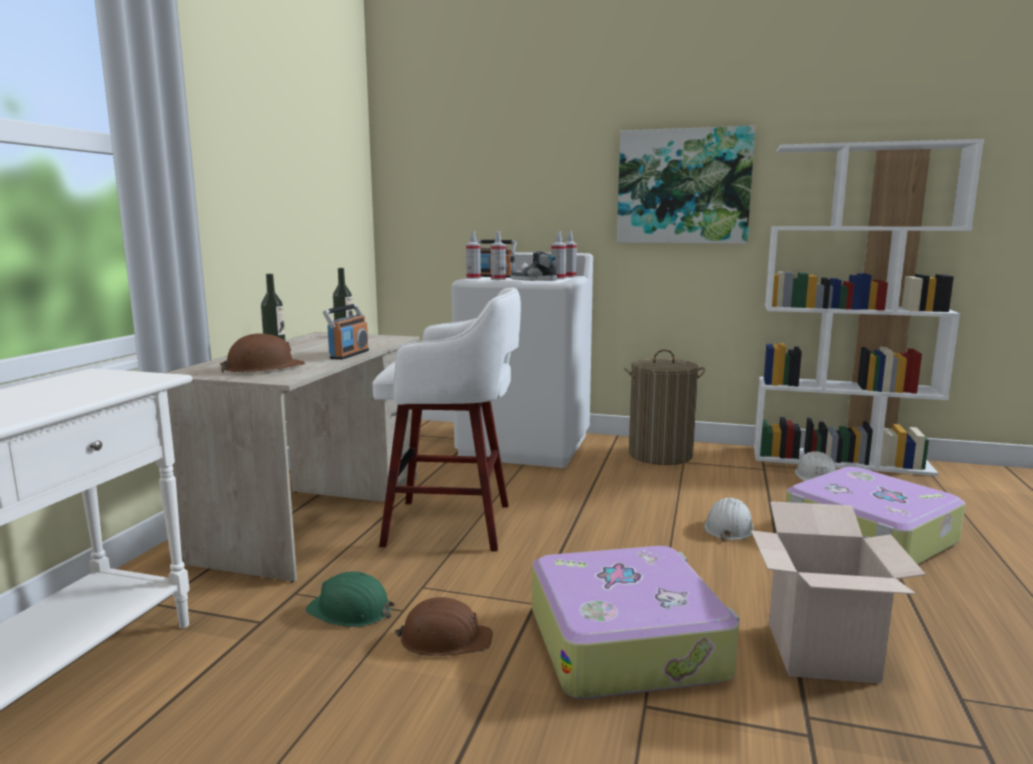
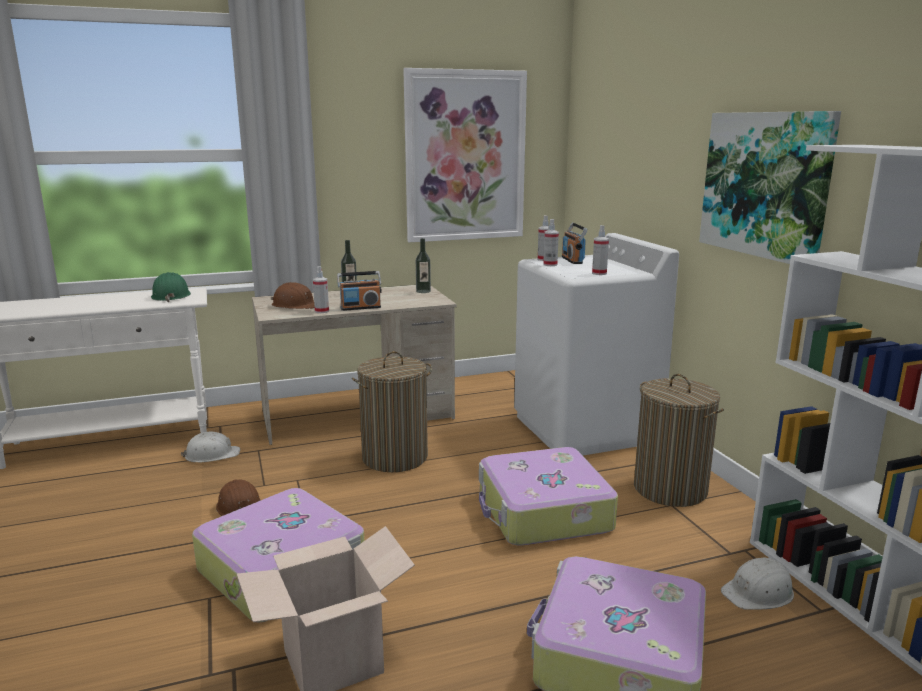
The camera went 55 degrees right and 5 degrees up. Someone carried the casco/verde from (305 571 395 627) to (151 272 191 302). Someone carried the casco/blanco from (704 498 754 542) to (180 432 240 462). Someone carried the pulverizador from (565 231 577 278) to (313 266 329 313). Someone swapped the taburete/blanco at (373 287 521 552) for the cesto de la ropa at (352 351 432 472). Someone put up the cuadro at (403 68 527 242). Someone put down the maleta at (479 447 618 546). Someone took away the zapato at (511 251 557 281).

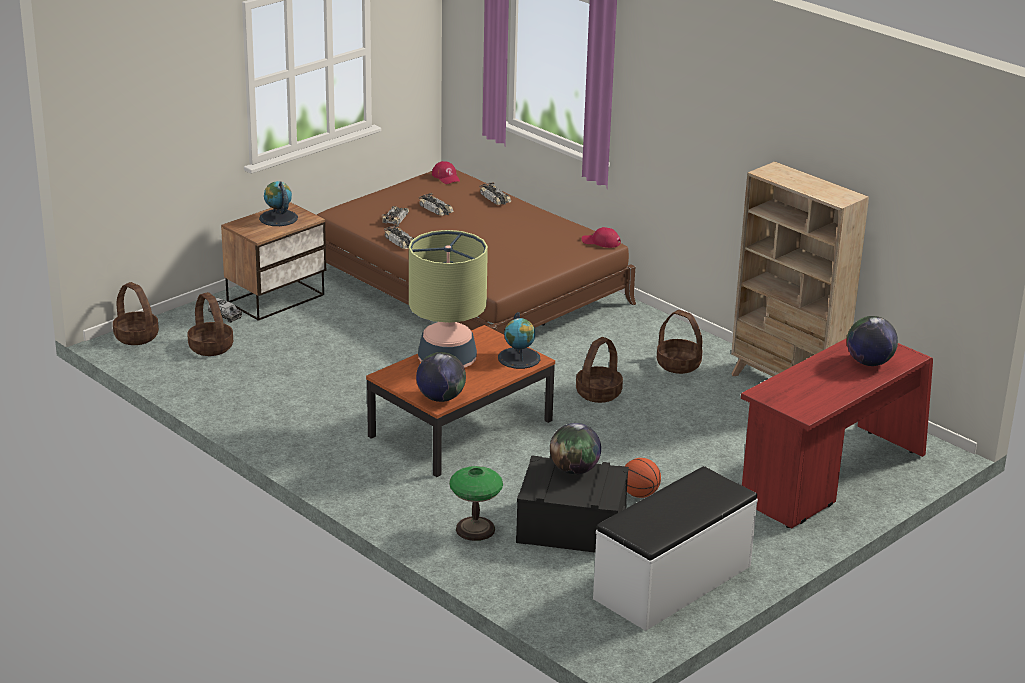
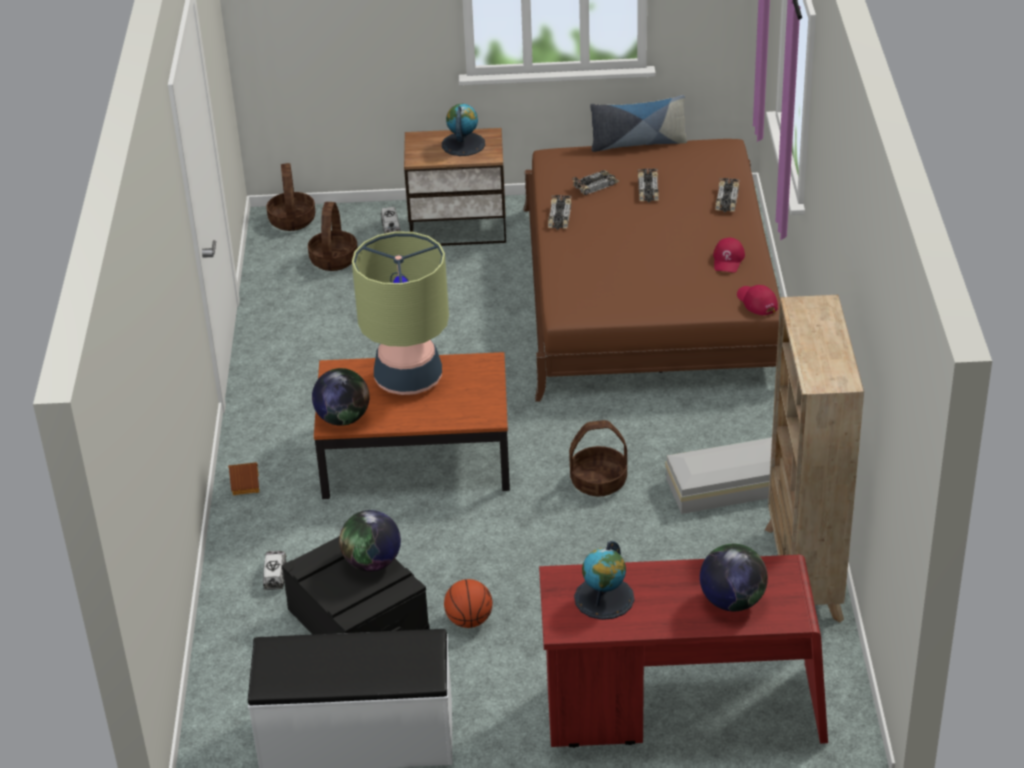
The camera went 45 degrees right and 10 degrees up. Someone put down the casita at (228 462 259 495). Someone swapped the lámpara de mesa at (449 466 503 541) for the camión de juguete at (263 551 286 590). Someone carried the globo terráqueo from (498 312 540 369) to (574 541 634 620). Someone put down the cojín at (590 95 687 152). Someone swapped the cesta at (657 310 703 374) for the caja de almacenaje/blanco at (665 437 772 514). Someone carried the gorra/rojo from (432 161 460 184) to (713 238 745 273).

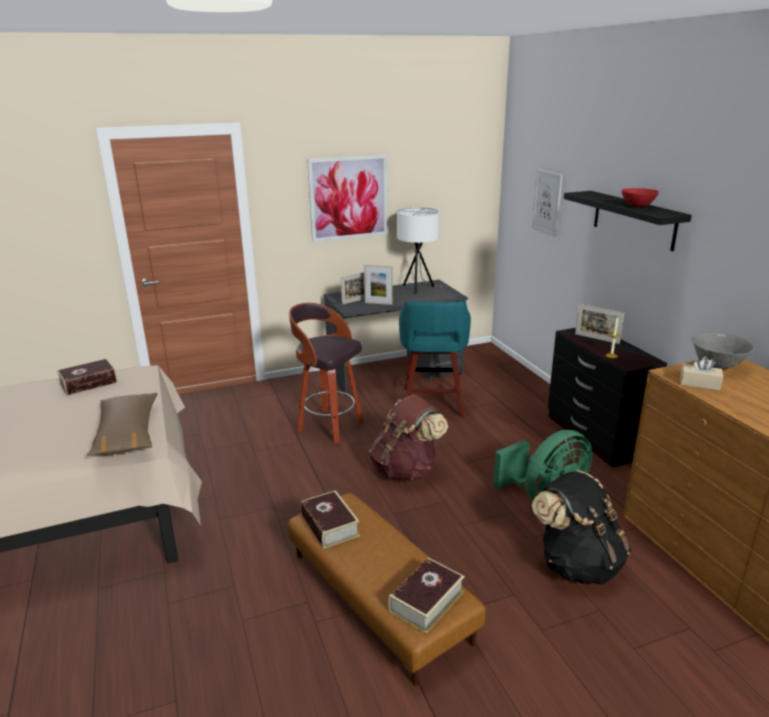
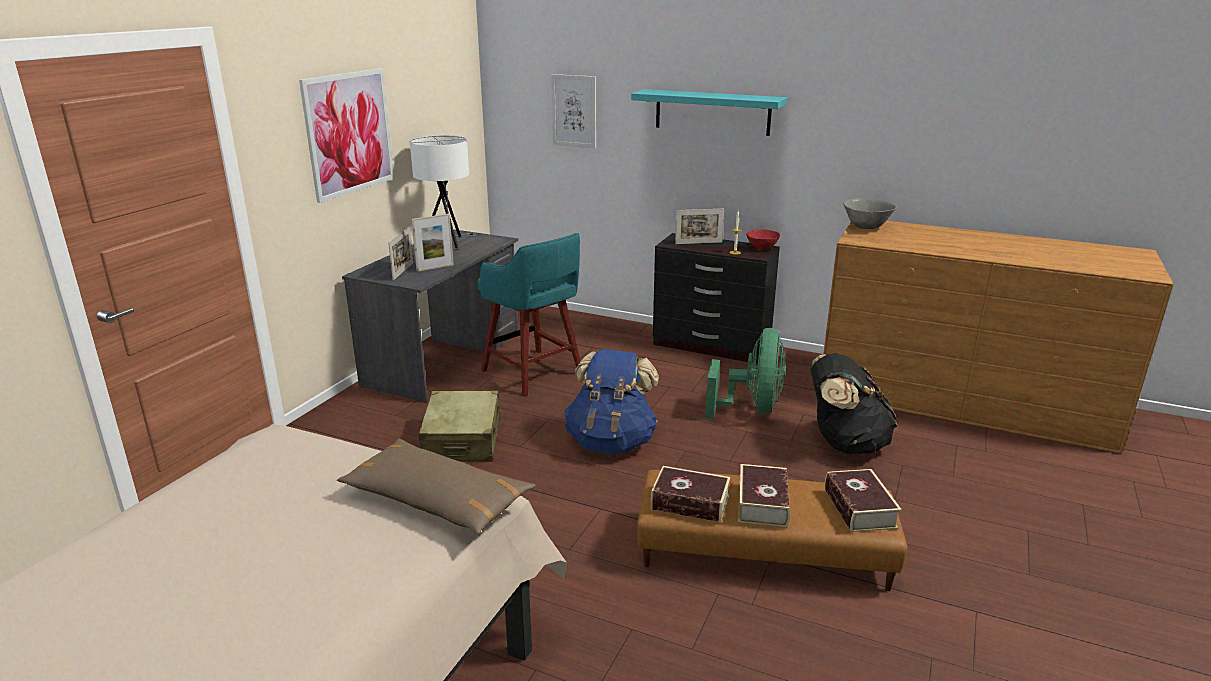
The camera went 45 degrees left and 0 degrees up. Someone swapped the taburete at (289 303 364 444) for the maleta/beis at (419 390 500 462). Someone repainted the mochila/marrón at (369 395 448 481), which became the mochila/azul at (564 349 659 454). Someone repainted the estante/negro at (564 191 692 251), which became the estante/turquesa at (631 89 787 136). Someone carried the libro from (57 358 118 395) to (738 464 790 527). Someone carried the cuenco/rojo from (622 188 659 207) to (746 230 780 250). Someone took away the caja de pañuelos/beis at (680 356 723 391).

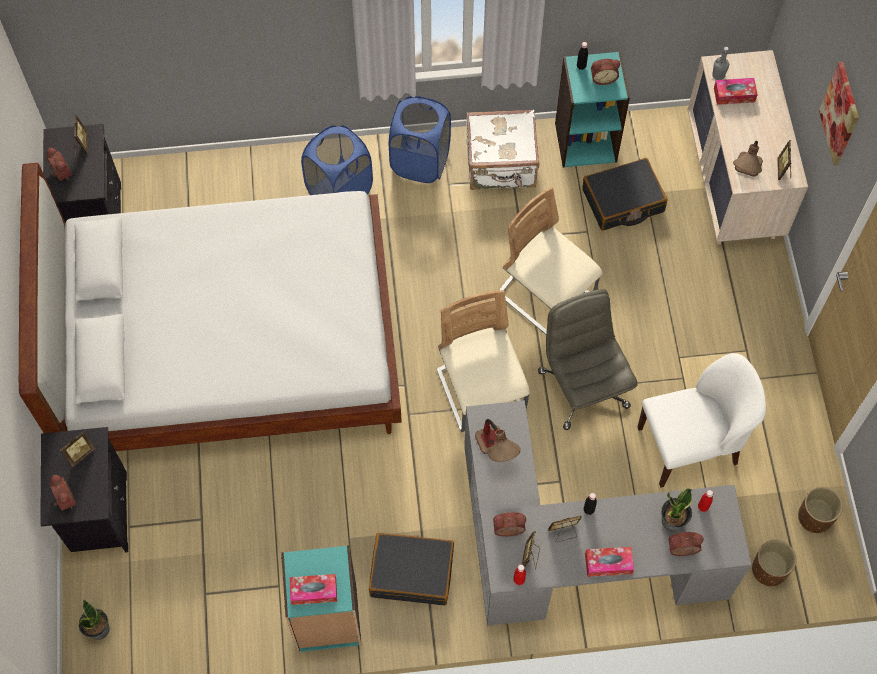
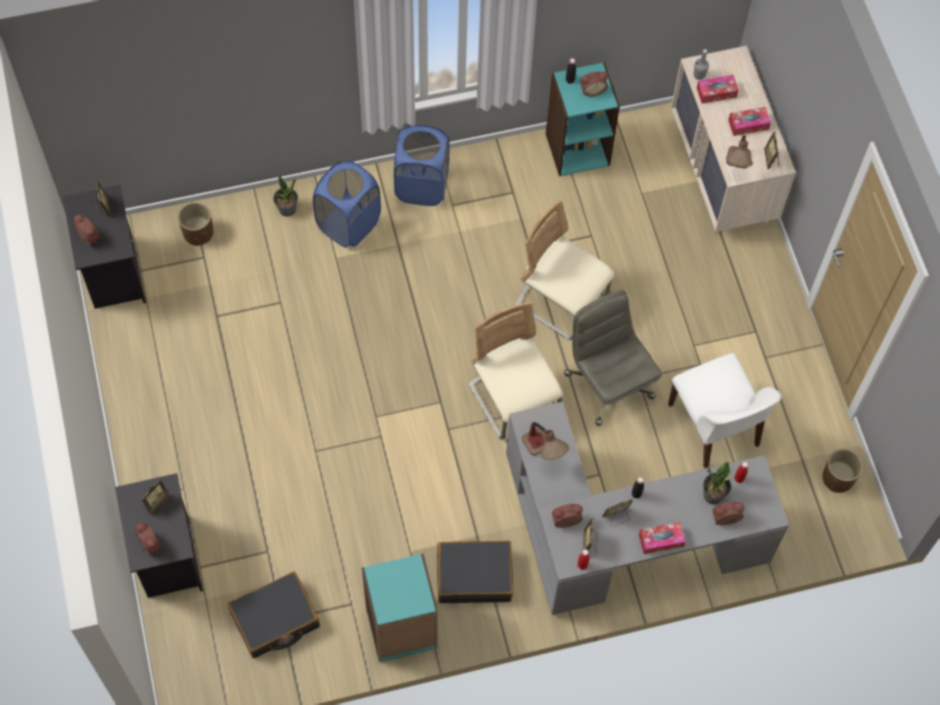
The camera went 10 degrees left and 0 degrees up. Someone carried the maceta/marrón from (752 540 797 587) to (178 202 213 246). Someone carried the maleta/negro from (582 158 668 231) to (228 572 320 658). Someone carried the planta en maceta from (78 600 110 640) to (273 173 298 216). Someone rotated the silla/blanco at (638 353 766 488) by 90 degrees clockwise. Someone carried the caja de pañuelos from (290 574 337 605) to (728 107 771 136). Someone took away the cama/blanco at (19 163 402 451). Someone took away the maleta/blanco at (466 110 539 190). Someone took away the cuadro at (819 61 859 165).

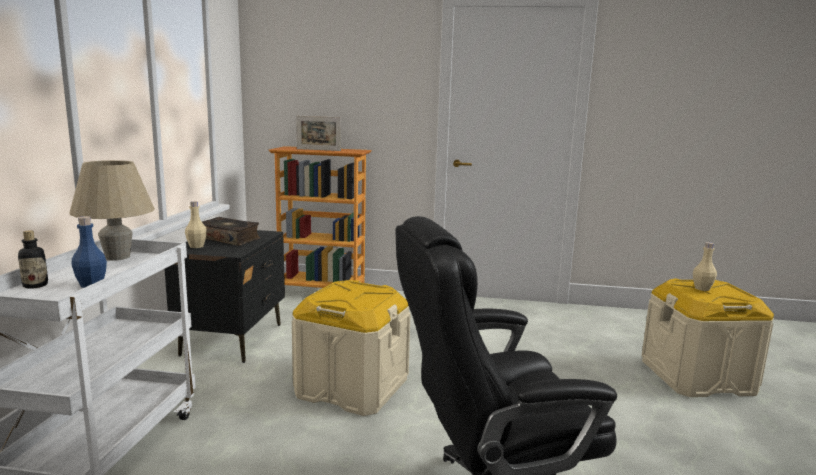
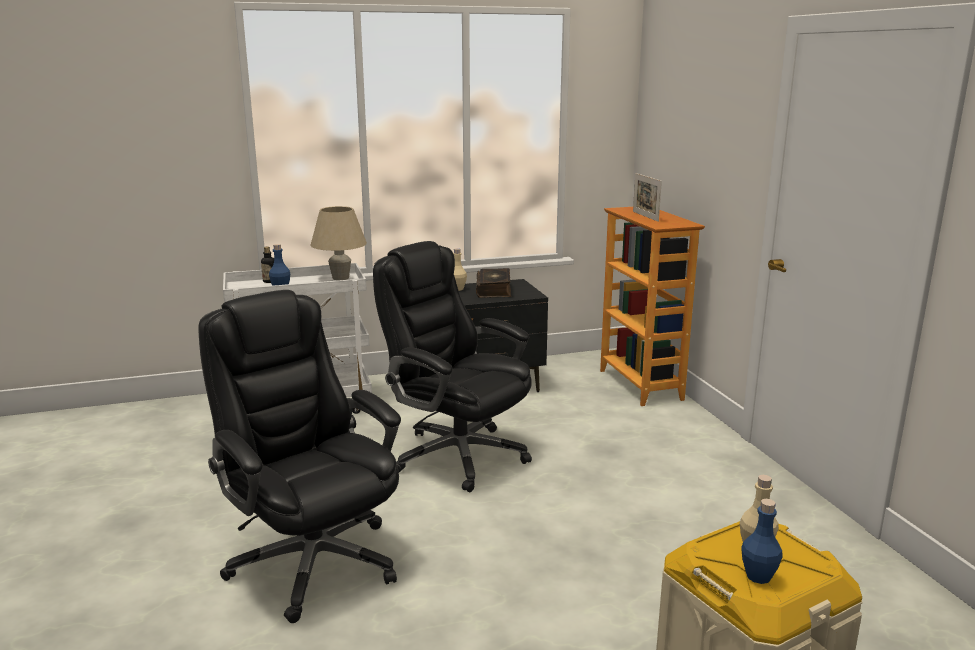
The camera went 65 degrees right and 5 degrees up. Someone swapped the caja de almacenaje/beis at (292 280 411 416) for the silla de oficina/negro at (373 241 532 492). Someone put down the botella/azul at (741 499 783 584).

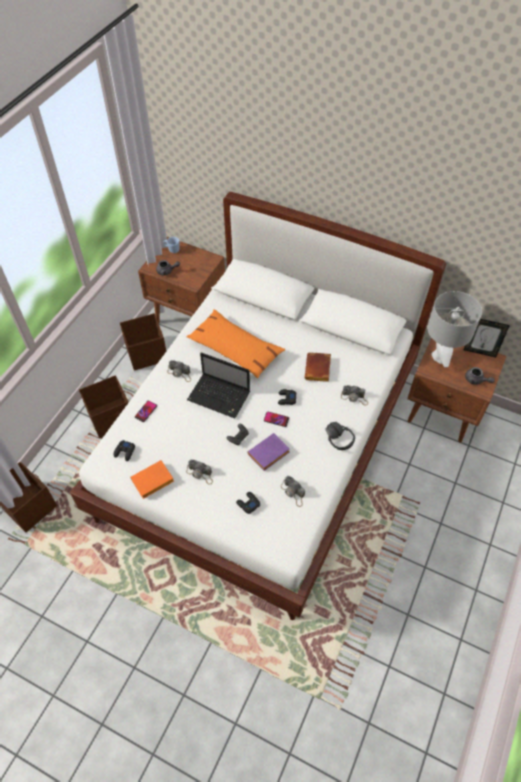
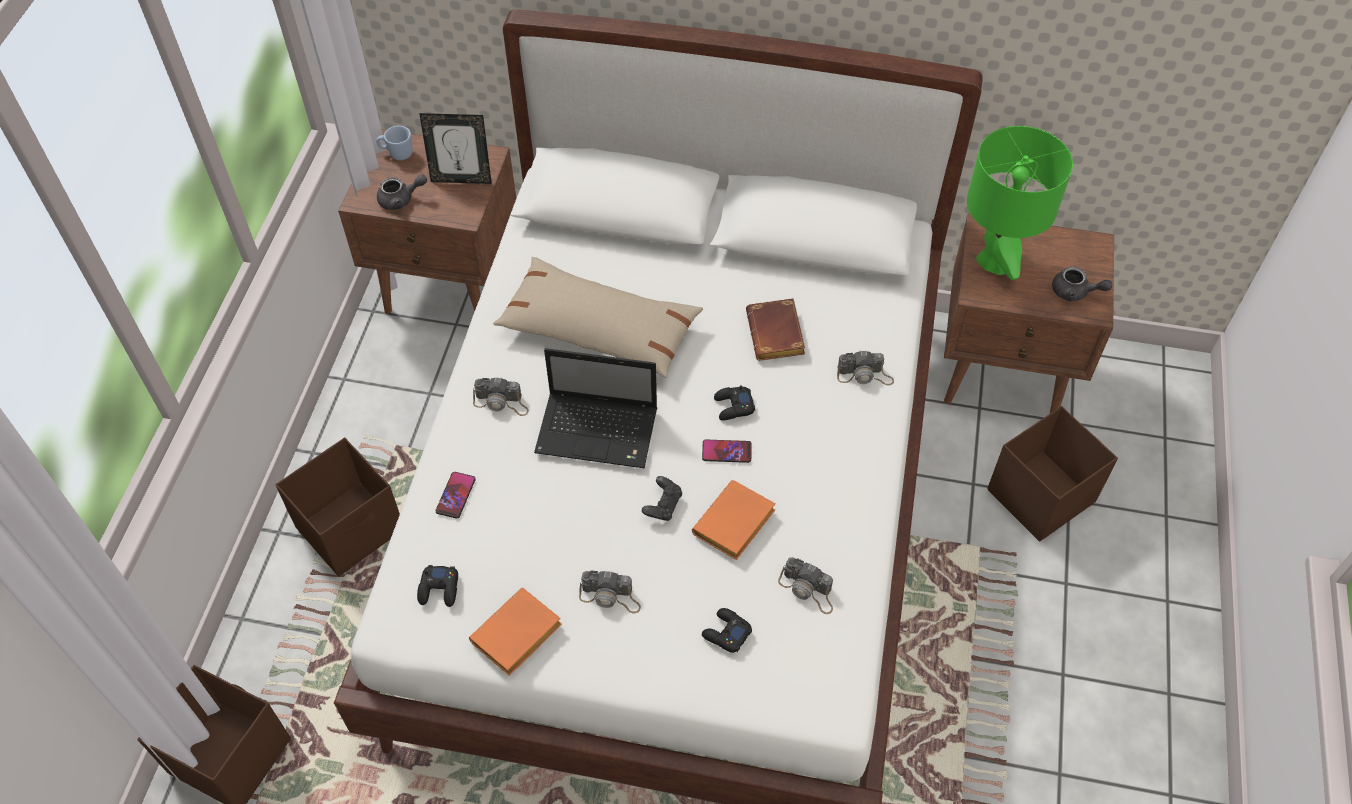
The camera went 15 degrees left and 0 degrees up. Someone carried the portarretratos from (464 319 510 358) to (419 113 492 184). Someone repainted the cojín/naranja at (186 309 285 378), which became the cojín/beis at (493 257 703 377). Someone repainted the libro/morado at (247 433 290 471), which became the libro/naranja at (692 480 776 560). Someone repainted the lámpara de mesa/gris at (427 291 482 368), which became the lámpara de mesa/verde at (967 126 1073 280). Someone carried the caja de almacenaje/marrón from (120 313 166 371) to (987 406 1118 542). Someone took away the auriculares/negro at (325 422 355 450).

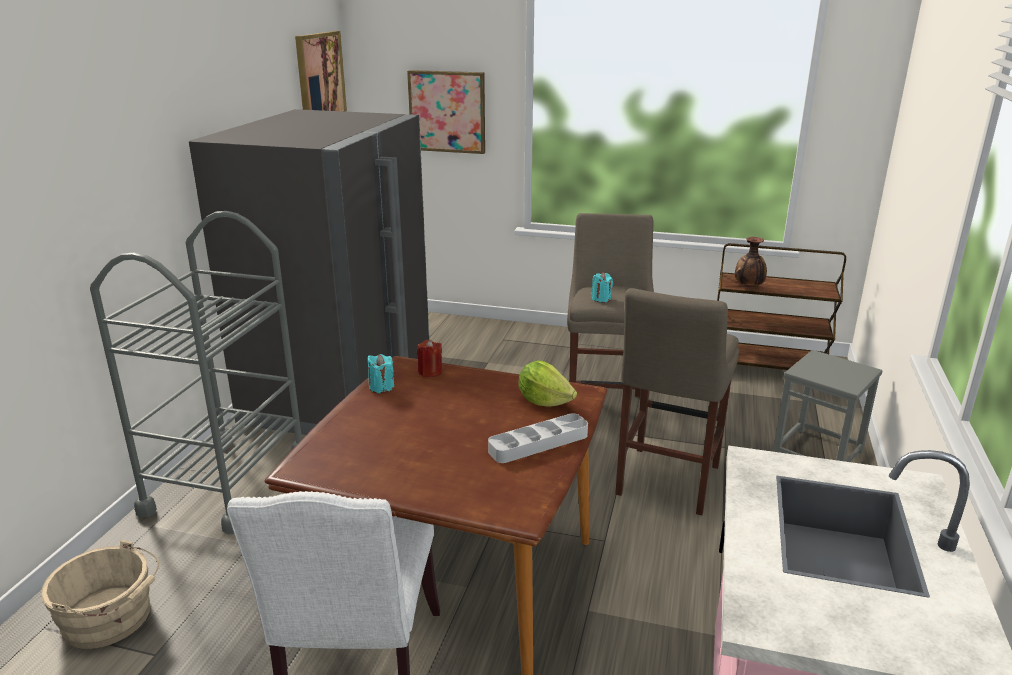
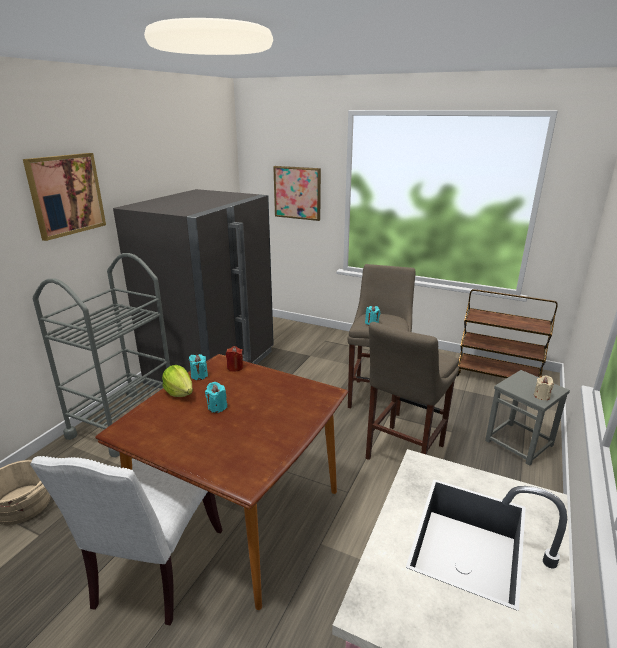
The camera went 10 degrees right and 0 degrees up. Someone carried the cuadro from (295 31 347 112) to (23 153 106 241). Someone carried the lechuga from (518 360 577 407) to (162 365 193 397). Someone put down the vela/turquesa at (205 382 227 413). Someone put down the vela/beis at (534 376 554 401). Someone took away the bandeja/gris at (488 413 588 463). Someone took away the florero at (735 237 767 288).

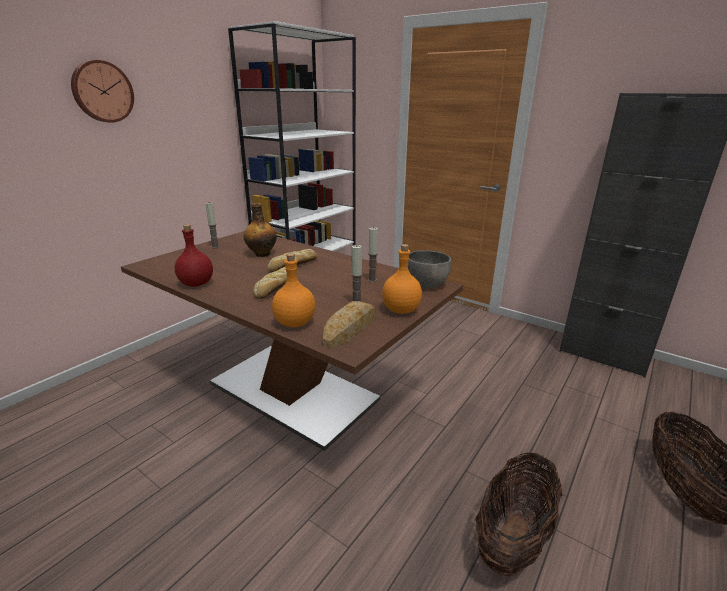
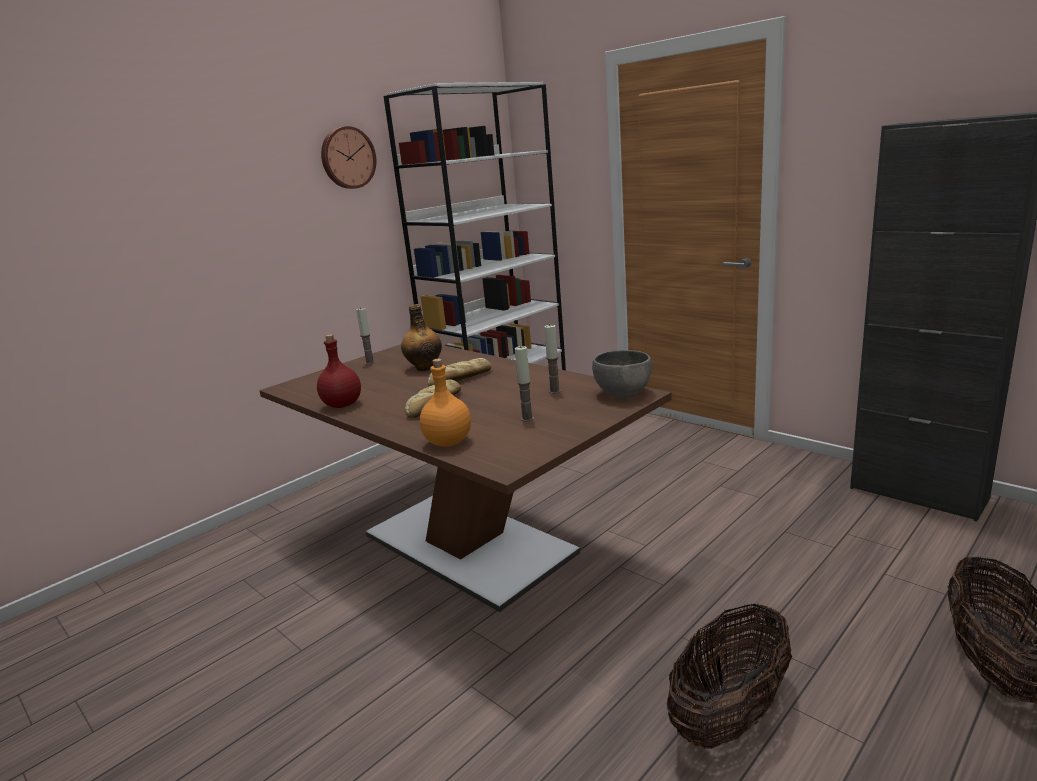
The camera went 10 degrees right and 5 degrees down. Someone carried the reloj de pared from (71 60 134 123) to (321 126 376 189). Someone took away the pan at (323 301 375 348). Someone took away the botella/naranja at (382 244 422 314).

